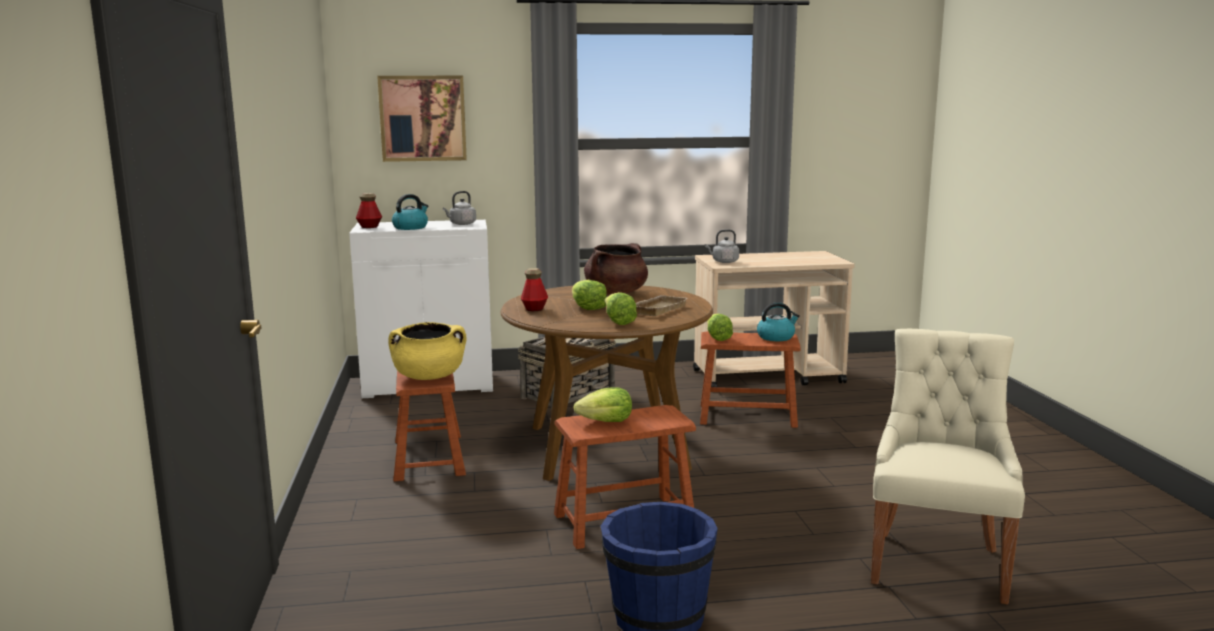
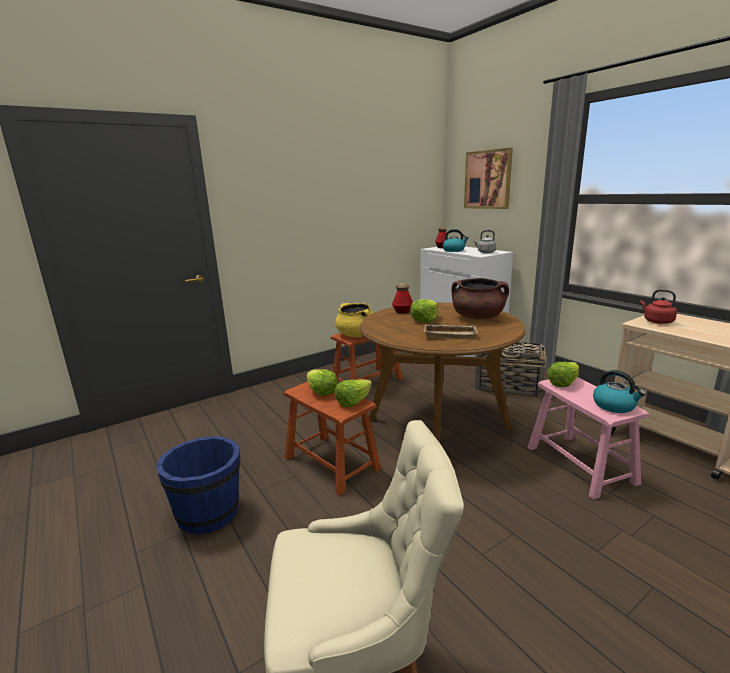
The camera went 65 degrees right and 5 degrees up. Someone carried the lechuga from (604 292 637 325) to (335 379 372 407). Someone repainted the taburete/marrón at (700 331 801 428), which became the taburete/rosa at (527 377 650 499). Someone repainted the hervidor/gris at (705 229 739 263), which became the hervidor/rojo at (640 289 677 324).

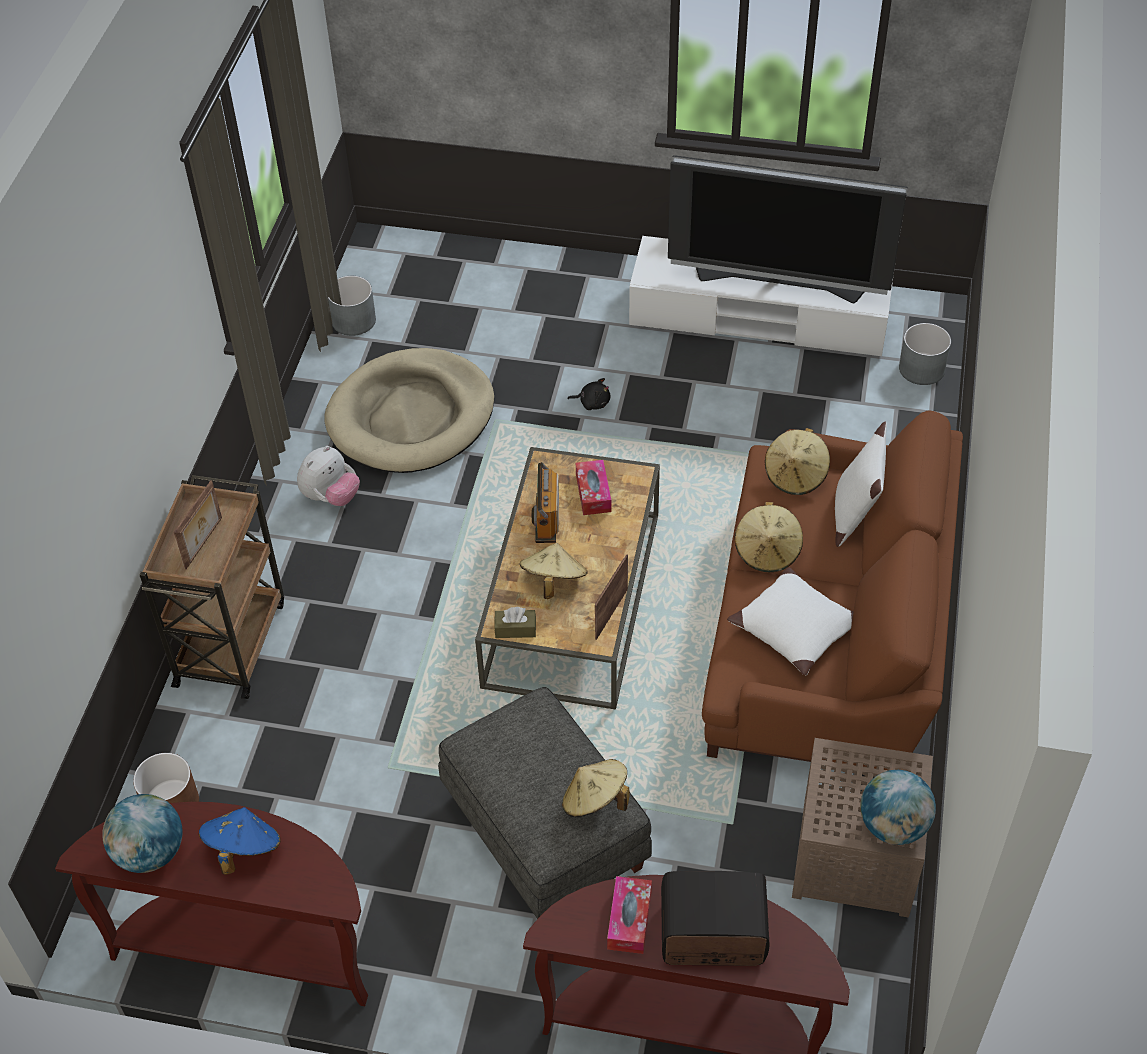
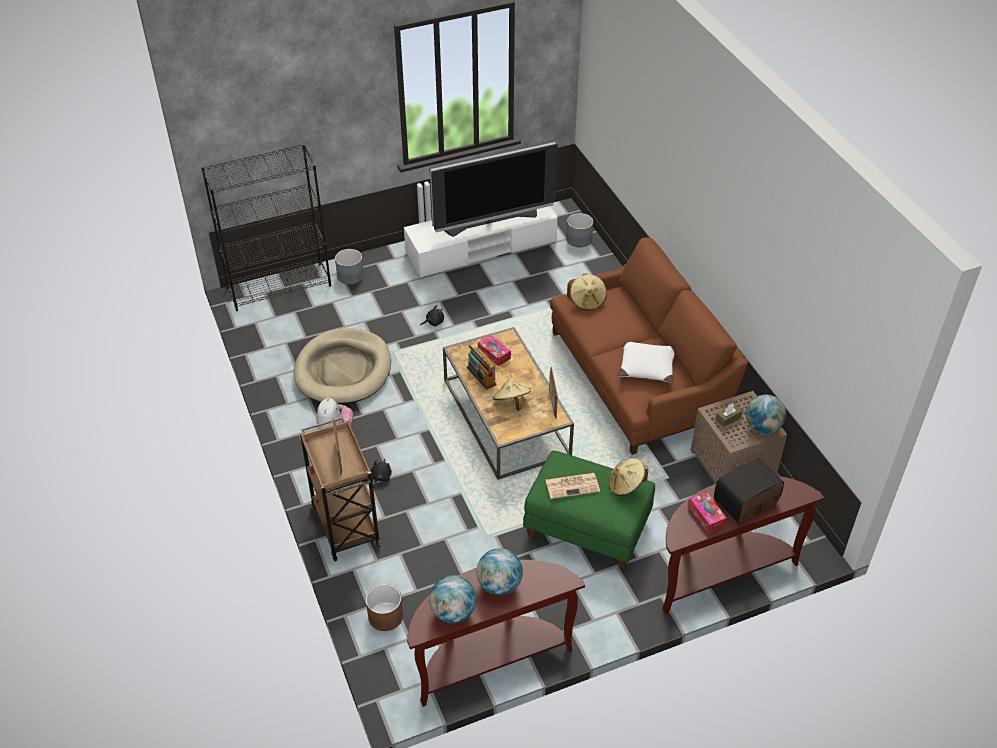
The camera went 35 degrees left and 5 degrees down. Someone put down the estantería/negro at (201 144 331 311). Someone carried the maceta/gris from (328 276 376 336) to (335 249 364 284). Someone put down the peluche/negro at (370 459 392 489). Someone swapped the sombrero/azul at (199 807 281 875) for the globo terráqueo at (476 548 523 595). Someone repainted the puf/gris at (438 687 652 919), which became the puf/verde at (523 451 655 569). Someone put down the periódico at (546 473 600 499). Someone carried the caja de pañuelos/marrón from (494 607 536 638) to (715 403 742 427). Someone took away the sombrero/beis at (734 502 803 572). Someone took away the cojín/blanco at (835 421 887 547).

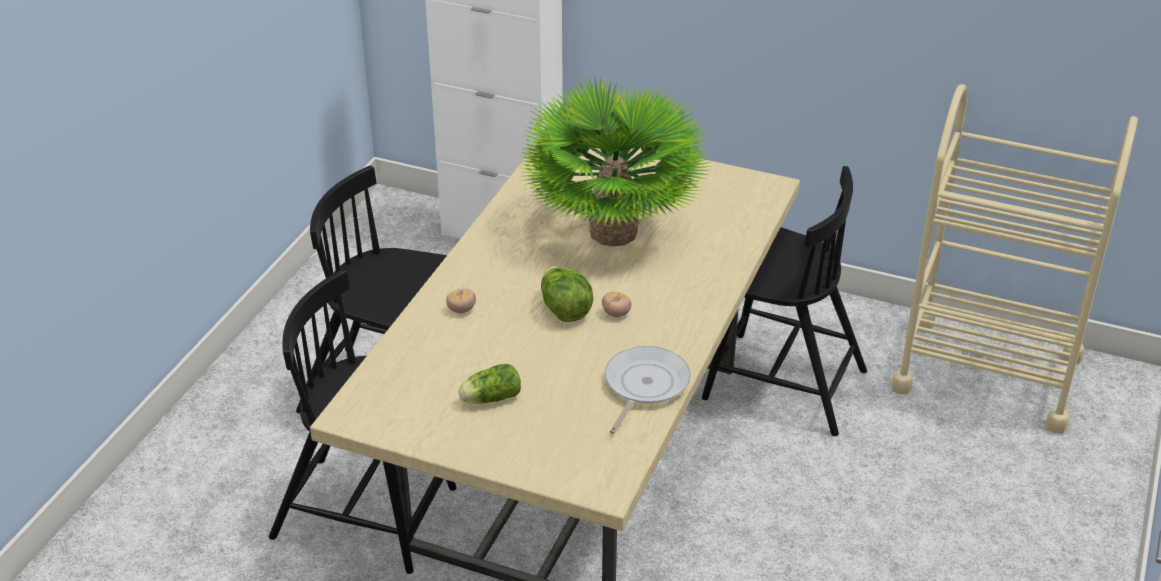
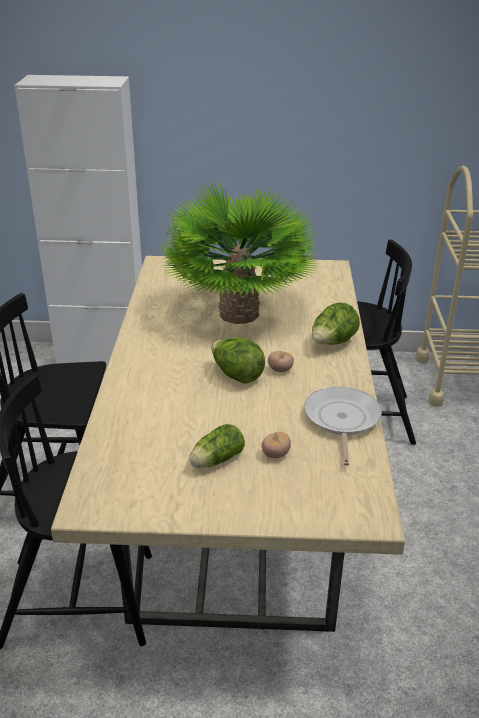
The camera went 20 degrees left and 5 degrees down. Someone carried the tomate from (446 288 476 313) to (262 432 291 458). Someone put down the lechuga at (312 303 360 345).

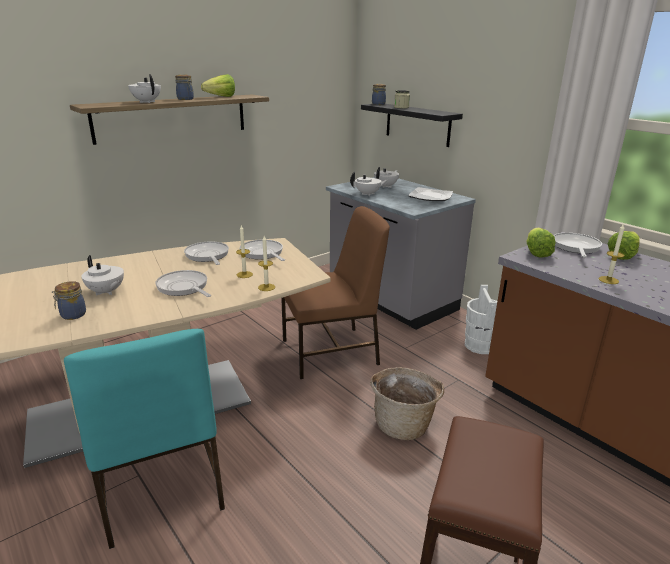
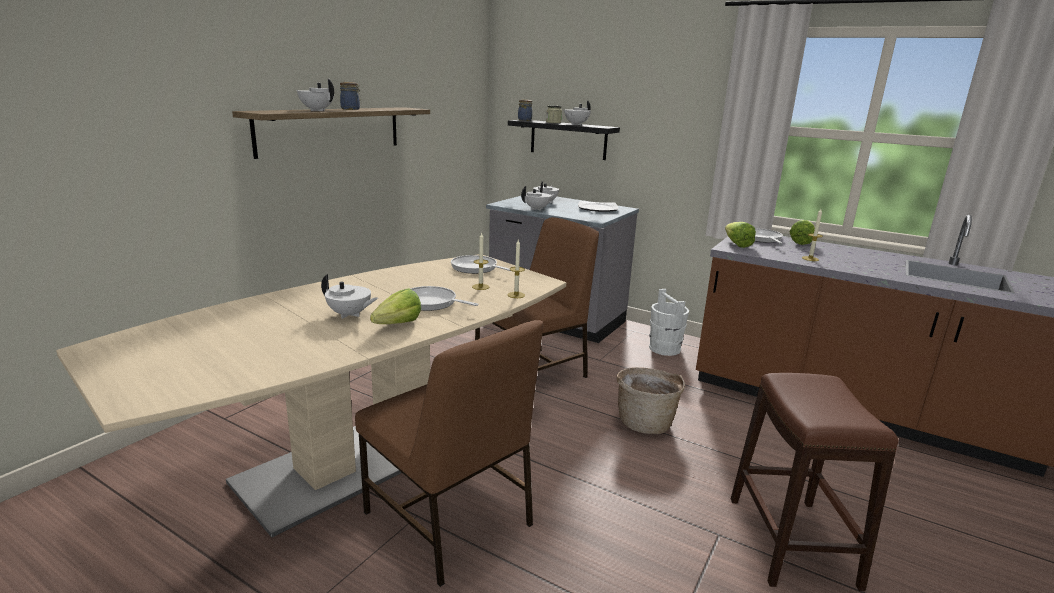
The camera went 20 degrees left and 5 degrees down. Someone repainted the silla/turquesa at (64 329 225 549), which became the silla/marrón at (355 320 543 587). Someone carried the lechuga from (201 74 235 97) to (370 288 421 324). Someone put down the tetera/blanco at (563 100 591 125). Someone took away the tarro at (52 281 86 320). Someone took away the sartén at (184 242 229 265).

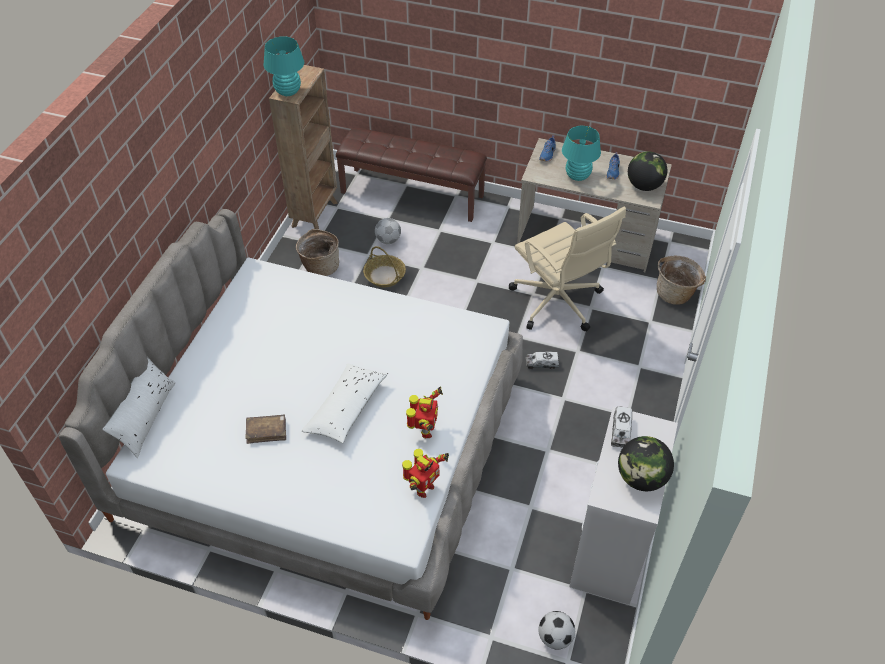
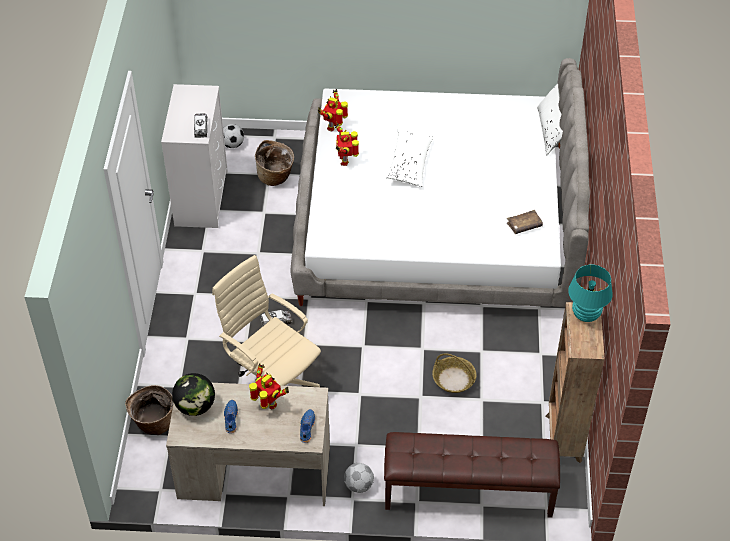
The camera went 165 degrees right and 0 degrees up. Someone swapped the lámpara de mesa/turquesa at (562 126 601 181) for the robot de juguete at (249 363 289 409). Someone carried the cesta from (296 229 339 276) to (255 140 294 186). Someone carried the balón de fútbol from (375 218 401 244) to (344 463 374 493). Someone carried the libro/marrón from (245 415 286 444) to (507 210 543 234). Someone took away the globo terráqueo at (618 436 674 491).

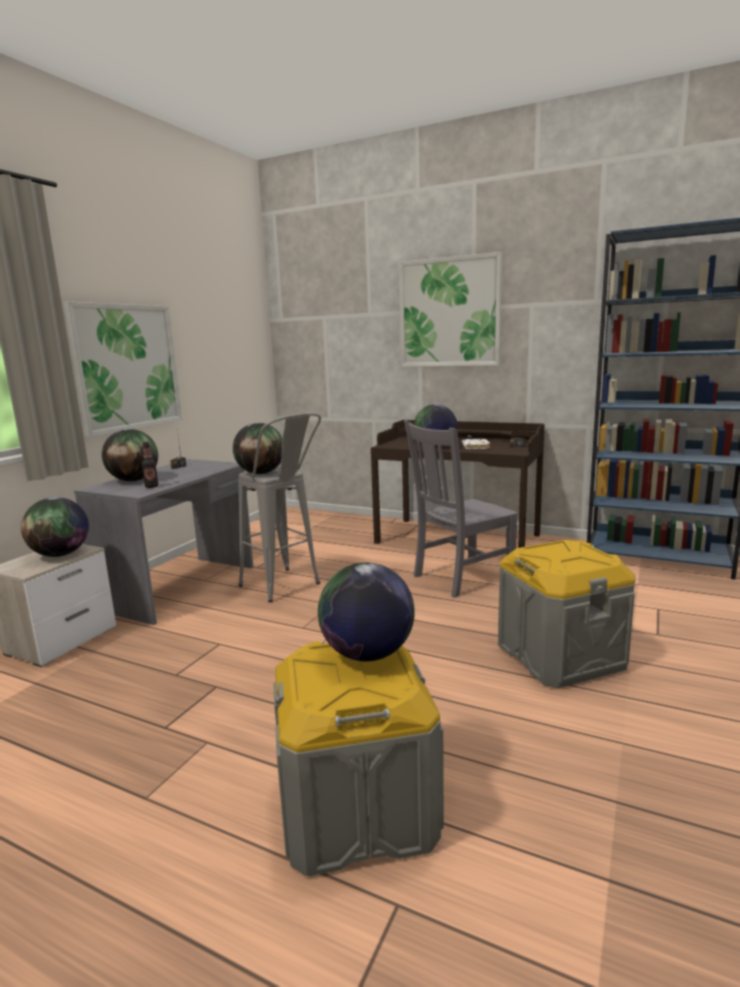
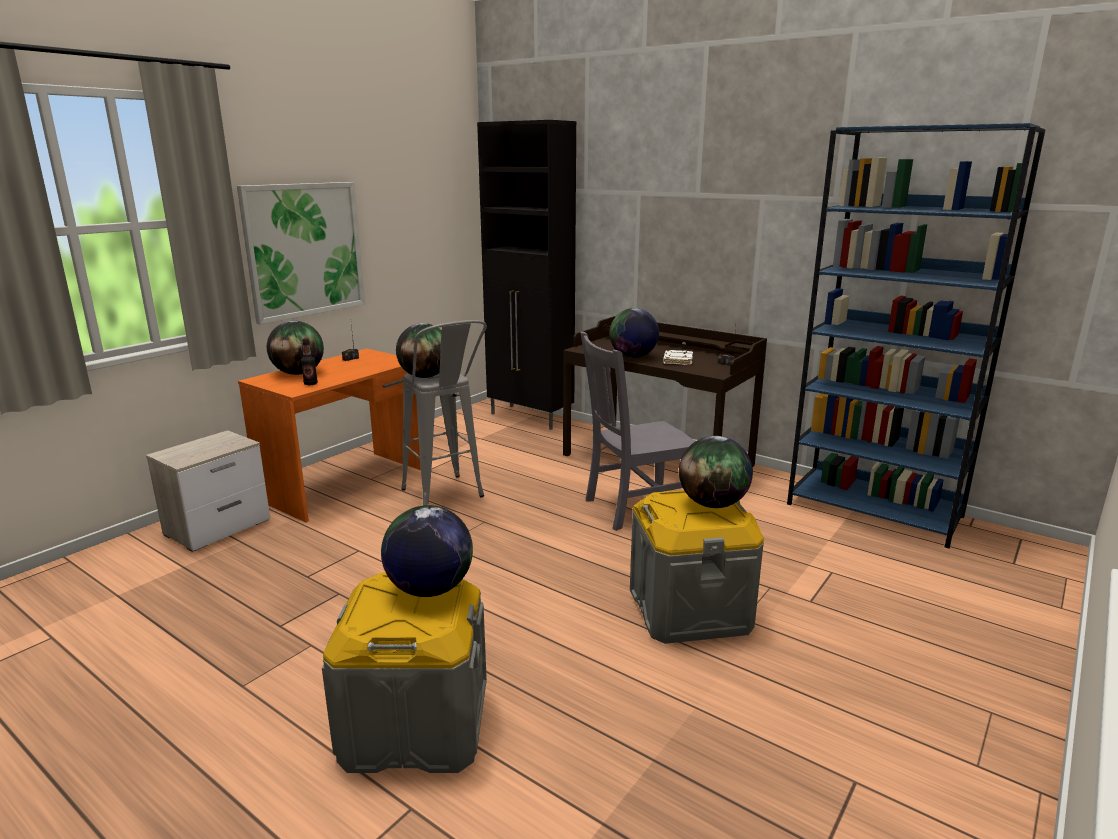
The camera went 10 degrees right and 5 degrees up. Someone repainted the escritorio/gris at (74 459 253 625), which became the escritorio/naranja at (238 349 421 522). Someone put down the armario/negro at (477 120 576 430). Someone carried the globo terráqueo from (21 497 89 557) to (679 436 753 508). Someone took away the cuadro at (399 252 502 367).

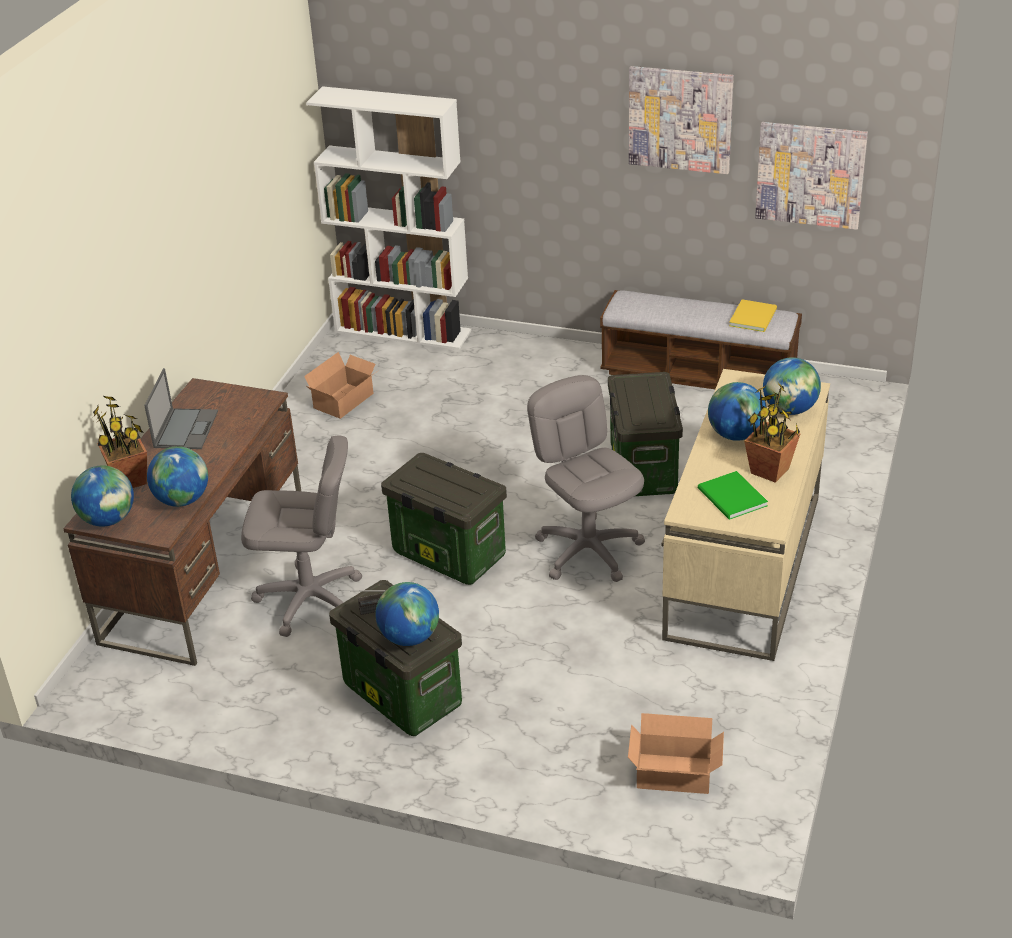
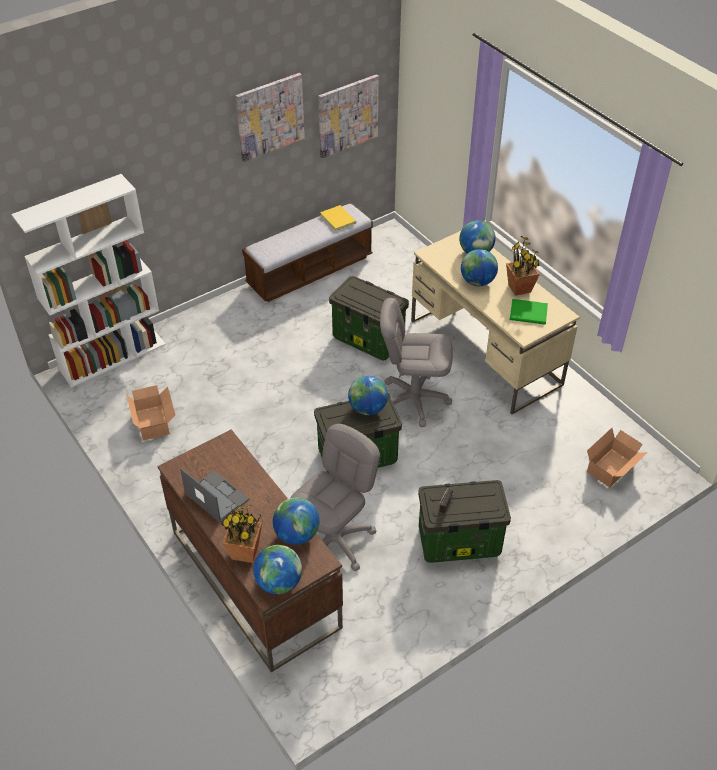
The camera went 55 degrees left and 10 degrees up. Someone carried the globo terráqueo from (375 582 439 646) to (348 376 388 415).

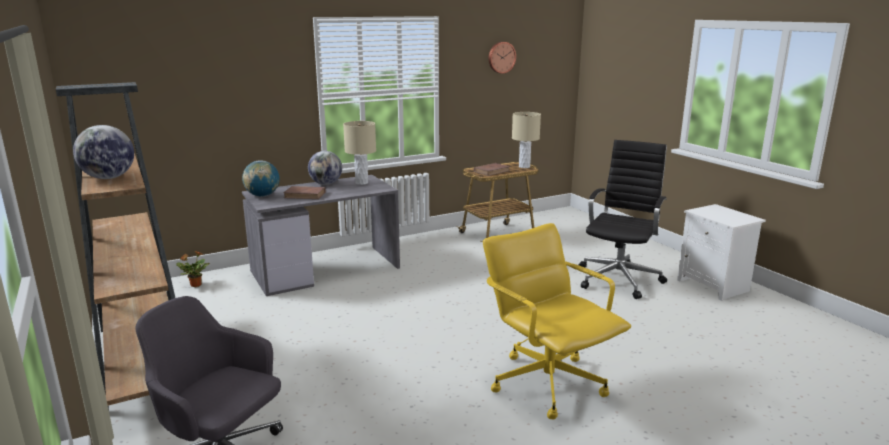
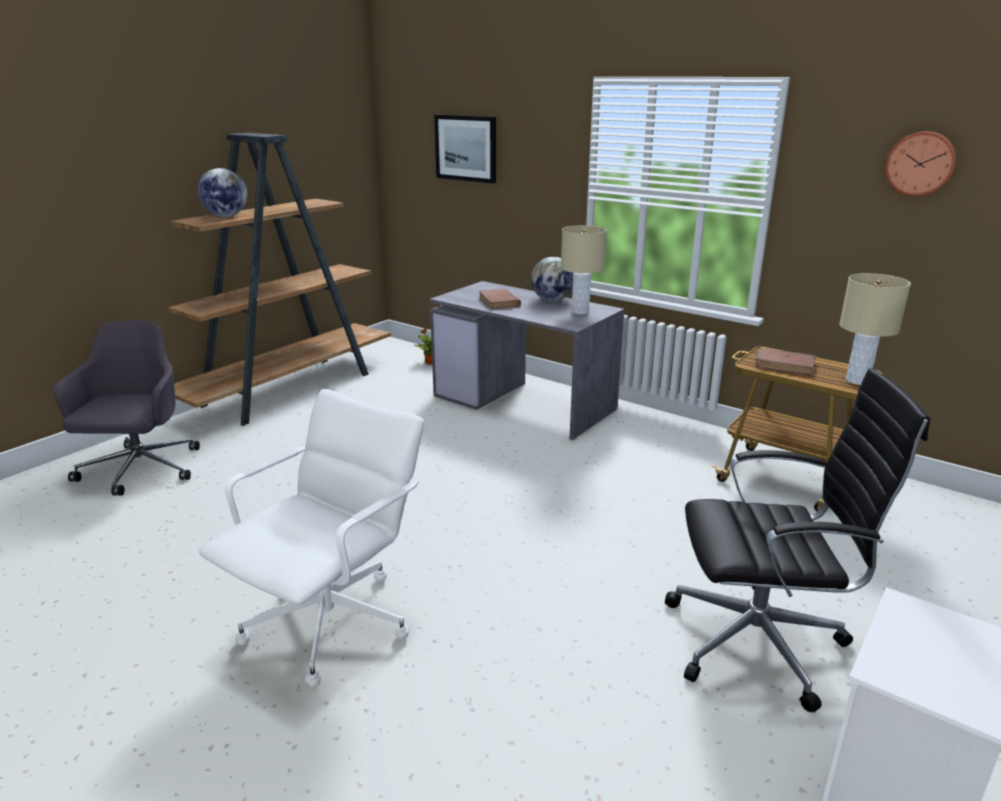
The camera went 65 degrees right and 5 degrees up. Someone repainted the silla de oficina/amarillo at (483 223 631 419), which became the silla de oficina/blanco at (198 389 424 687). Someone put up the cuadro at (434 115 496 184). Someone took away the globo terráqueo at (242 160 280 197).

